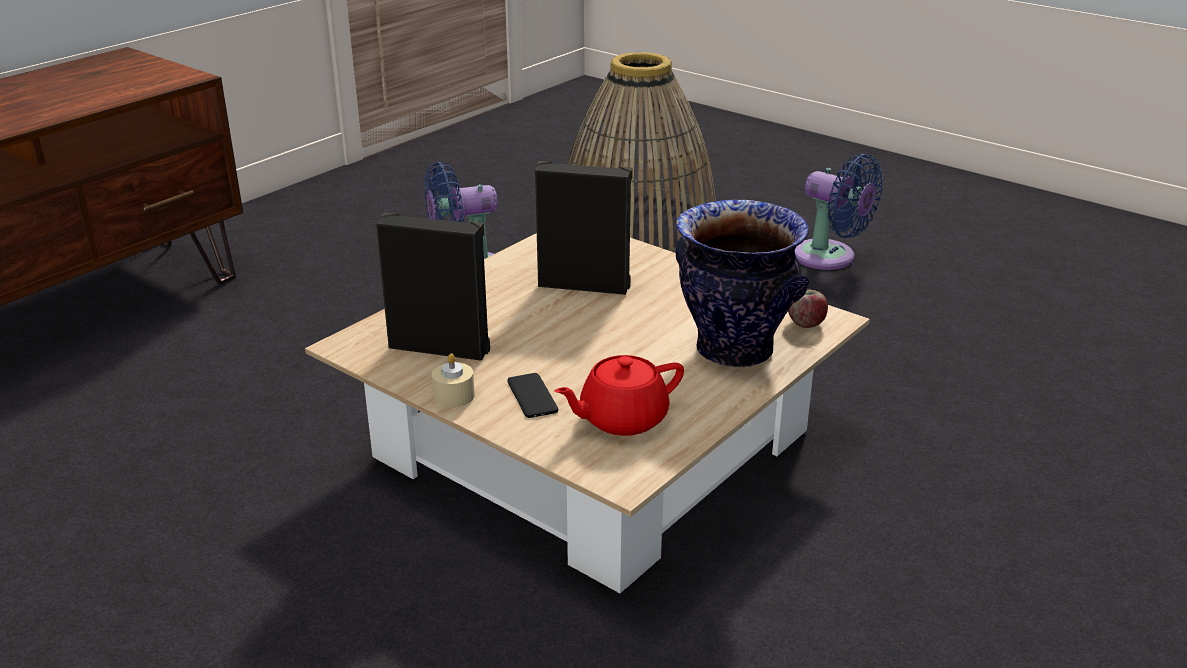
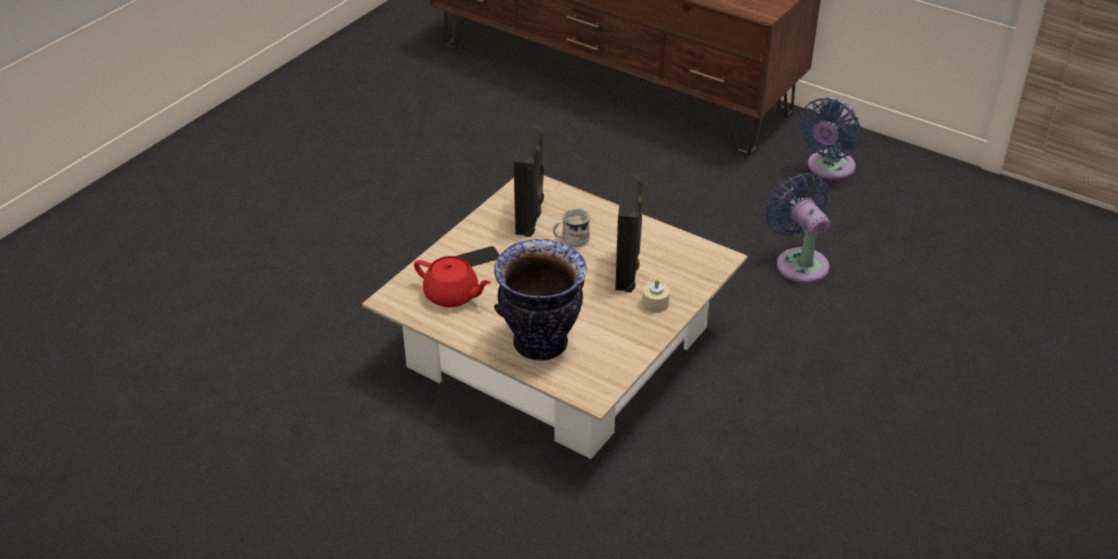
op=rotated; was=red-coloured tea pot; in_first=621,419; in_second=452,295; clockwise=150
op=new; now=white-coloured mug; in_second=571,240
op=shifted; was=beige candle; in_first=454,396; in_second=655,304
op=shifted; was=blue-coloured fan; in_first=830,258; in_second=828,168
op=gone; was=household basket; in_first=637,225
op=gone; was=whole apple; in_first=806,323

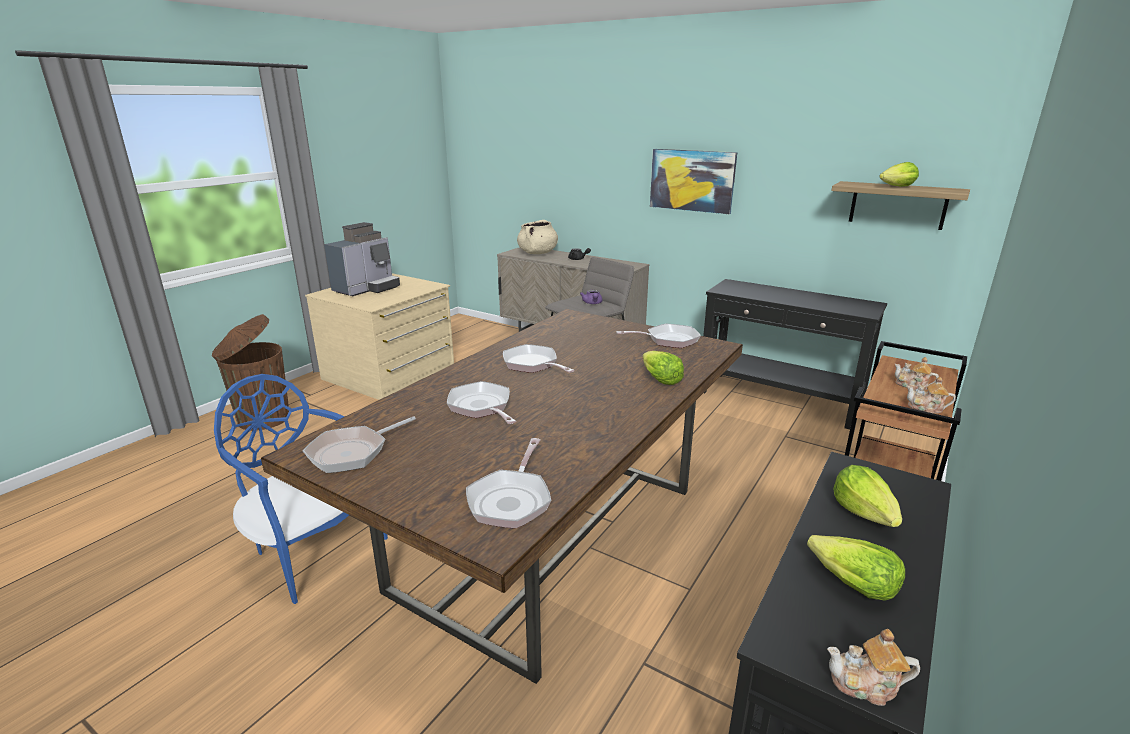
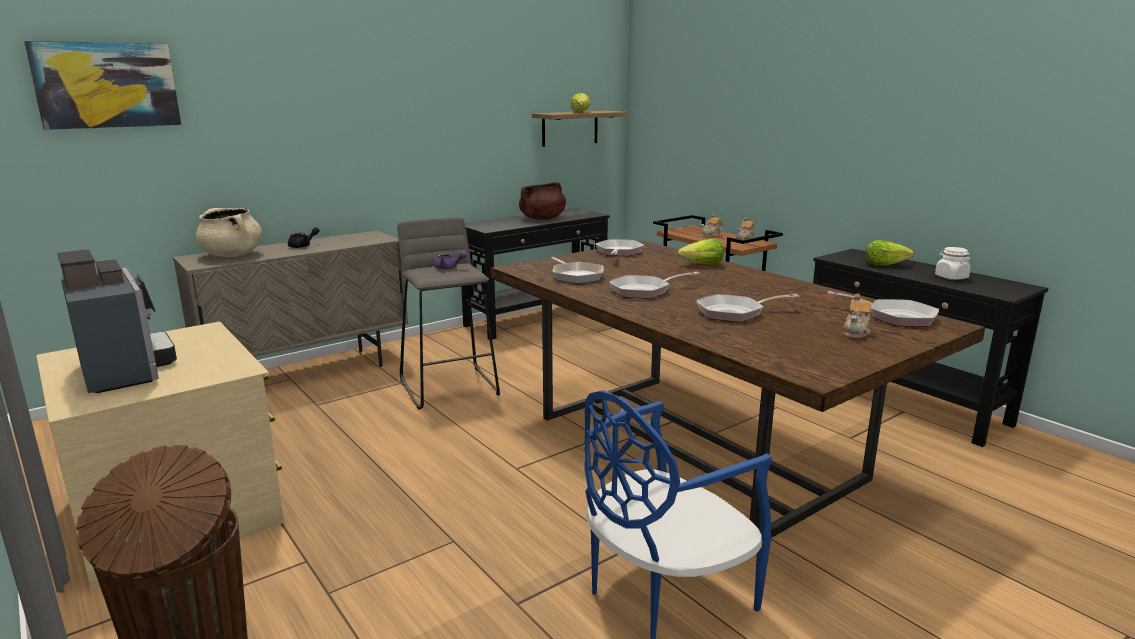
op=shifted; was=wall art; in_first=692,180; in_second=107,85
op=new; now=brown-coloured stockpot; in_second=542,219
op=shifted; was=frying pan; in_first=353,452; in_second=576,276
op=shifted; was=tea pot; in_first=866,685; in_second=856,332
op=swapped; was=lettuce; now=white-coloured storage jar; in_first=852,584; in_second=951,277

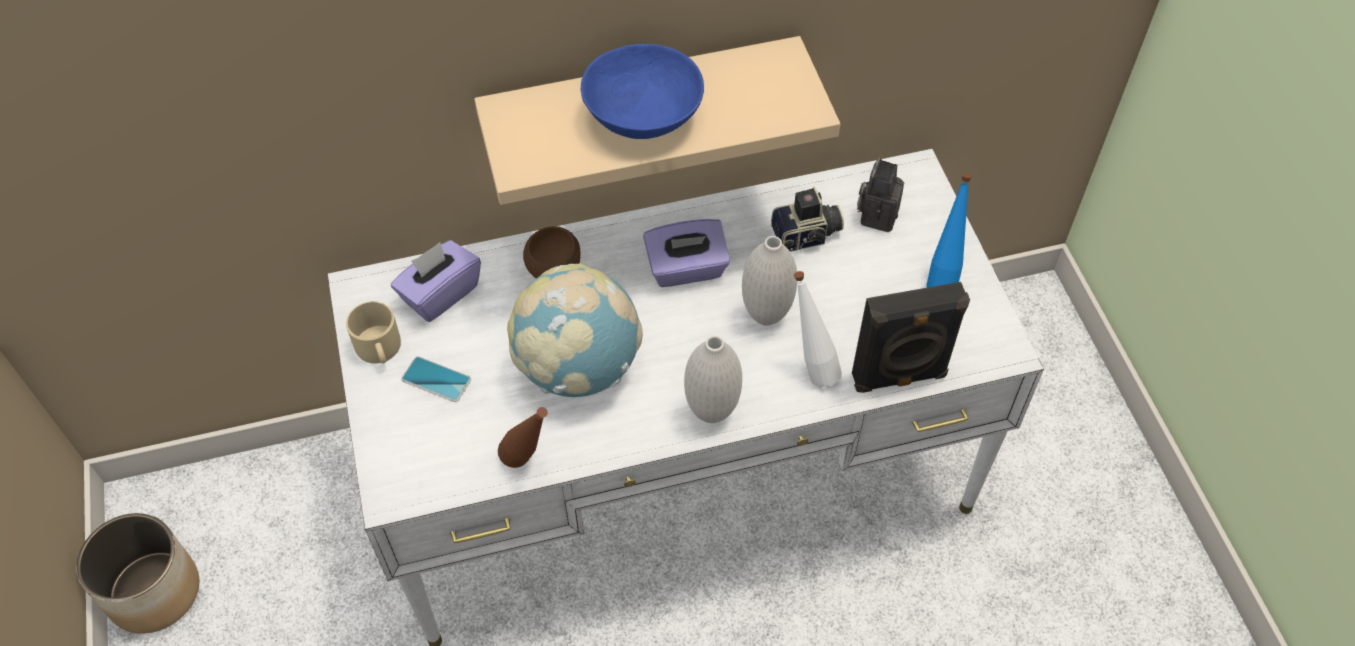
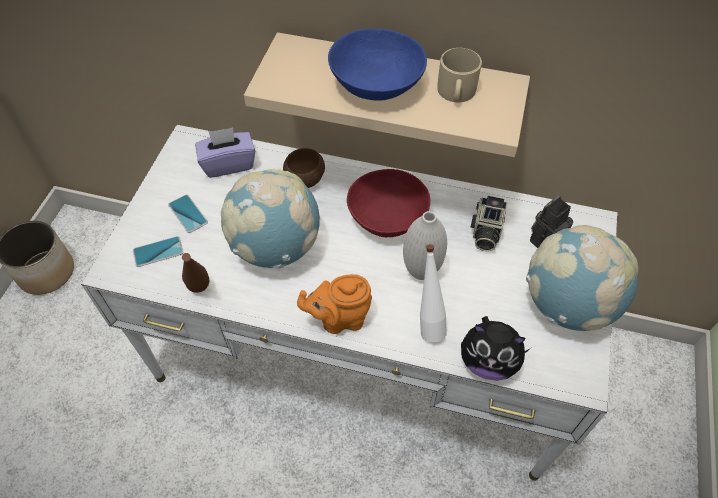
op=new; now=telephone; in_second=158,252
op=swapped; was=white-coloured flower vase; now=orange-coloured tea pot; in_first=711,411; in_second=339,319
op=swapped; was=purplish box of tissues; now=red-coloured bowl; in_first=686,269; in_second=388,217
op=shifted; was=beige mug; in_first=379,349; in_second=456,92
op=swapped; was=black-coloured audio speaker; now=soft toy; in_first=899,377; in_second=488,362
op=rotated; was=photo camera; in_first=806,236; in_second=485,232; clockwise=90
op=swapped; was=blue-coloured drink bottle; now=globe; in_first=942,276; in_second=567,304

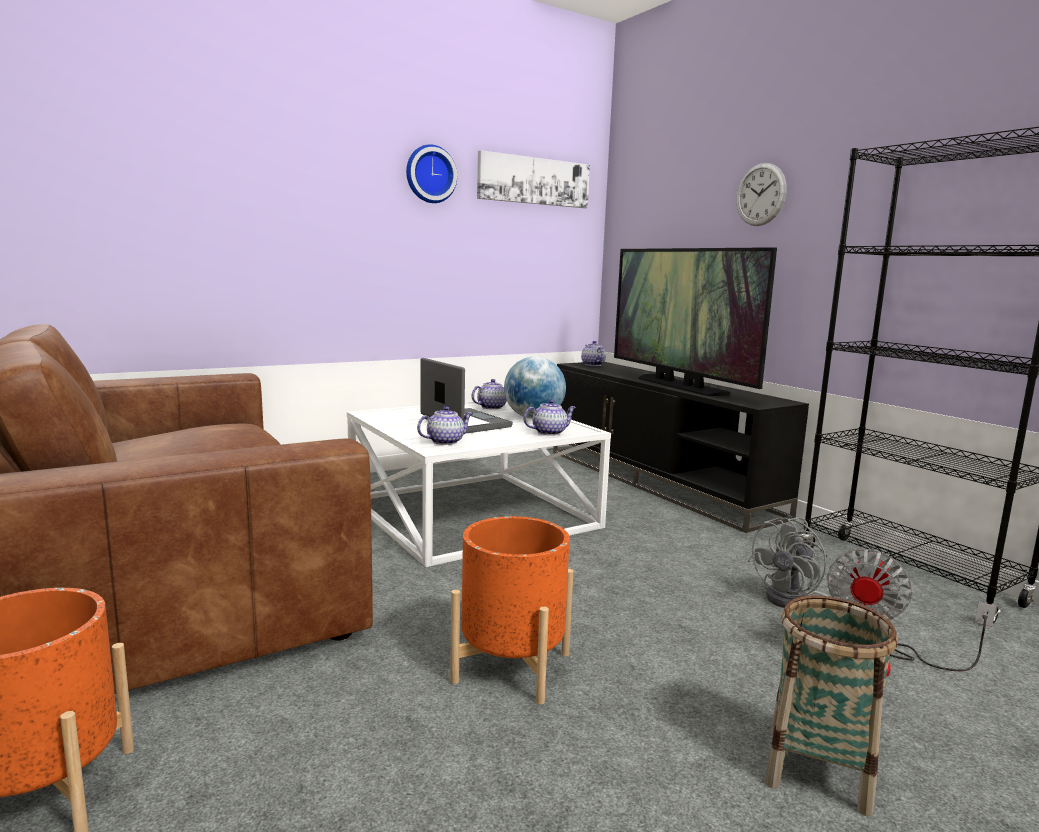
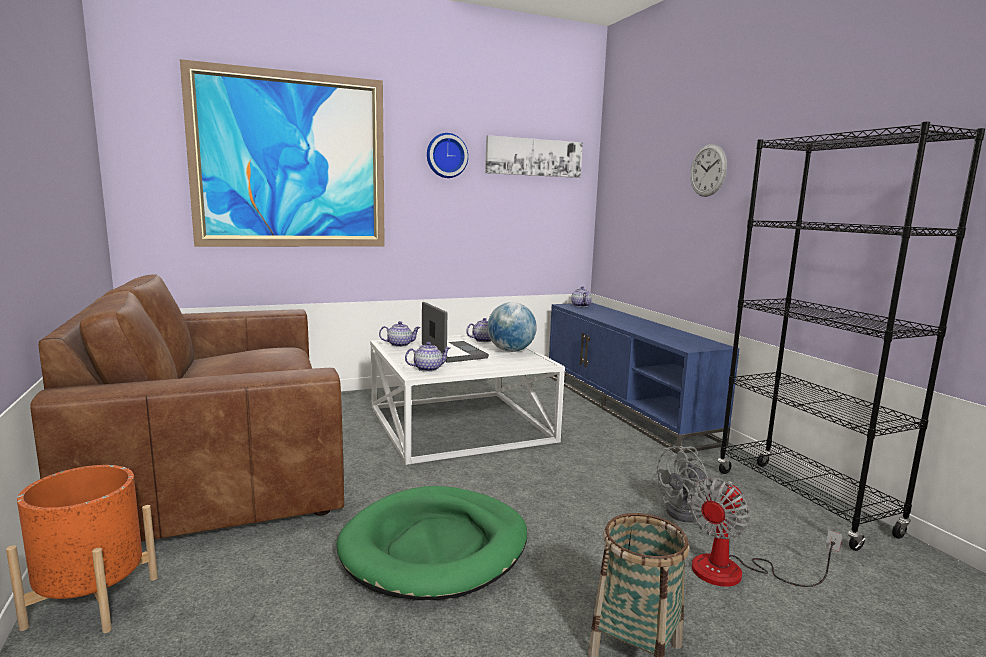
op=new; now=wall art; in_second=291,161
op=swapped; was=orange-coloured flower pot; now=green-coloured dog cushion; in_first=512,667; in_second=435,547
op=shifted; was=tea pot; in_first=549,432; in_second=400,344
op=repainted; was=black-coloured tv stand; now=blue-coloured tv stand; in_first=659,482; in_second=625,406
op=gone; was=television; in_first=679,386

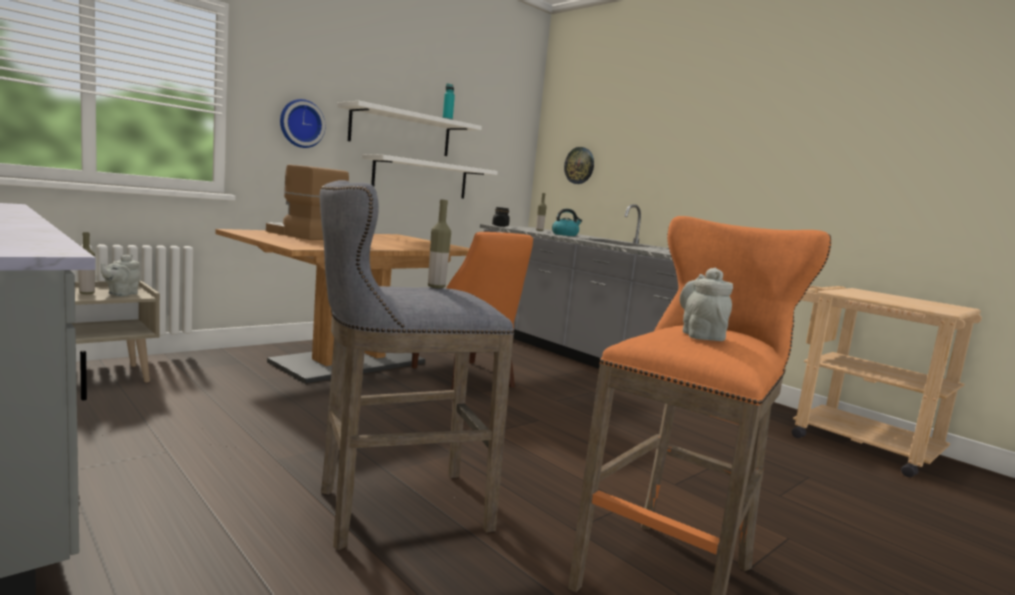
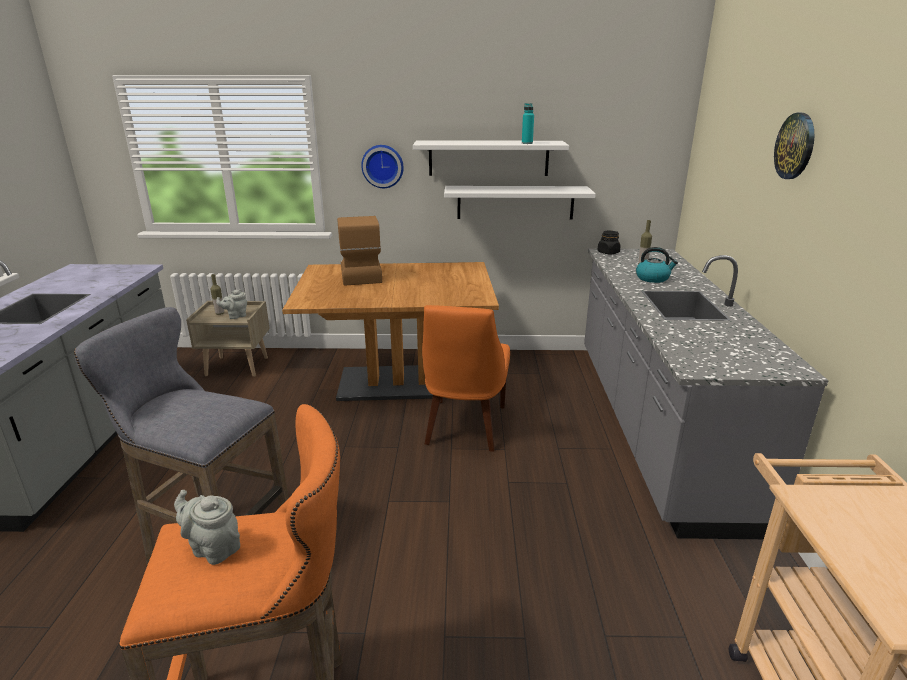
op=rotated; was=greyish tea pot; in_first=701,335; in_second=213,548; clockwise=-105
op=shifted; was=clock on the wall; in_first=579,165; in_second=795,146
op=gone; was=drink bottle; in_first=436,287

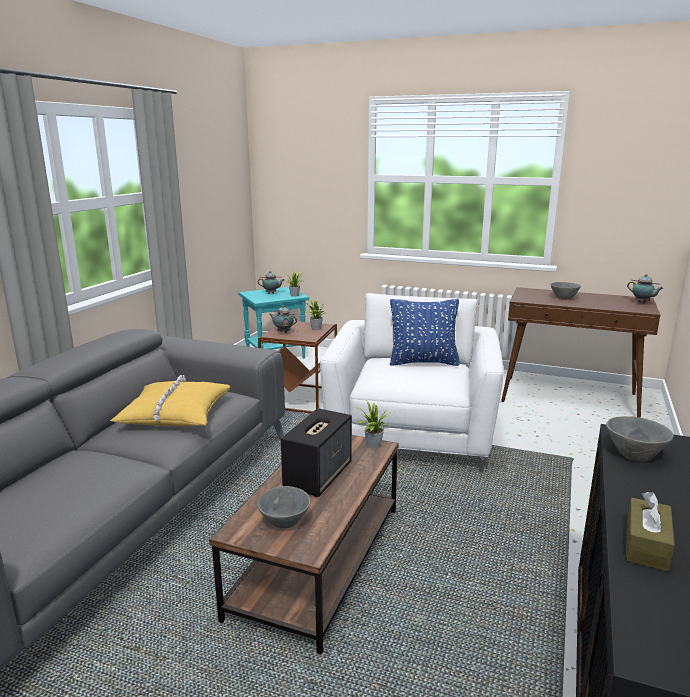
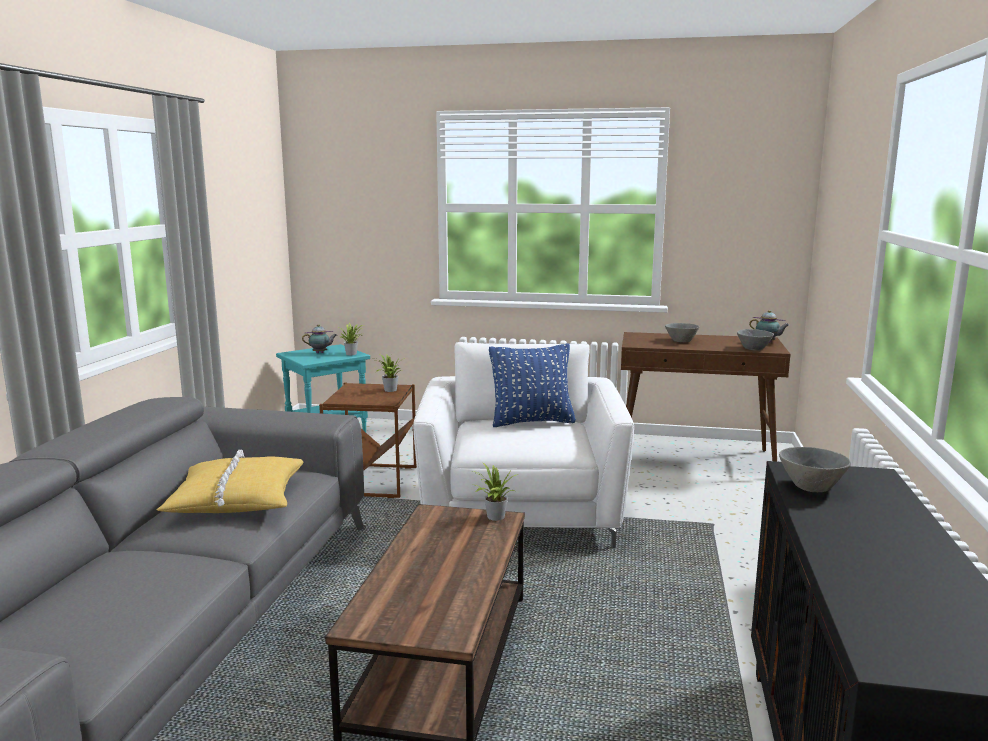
op=shifted; was=greyish bowl; in_first=283,522; in_second=753,349
op=gone; was=tea pot; in_first=283,332
op=gone; was=audio speaker; in_first=318,475
op=gone; was=brown-coloured box of tissues; in_first=646,545

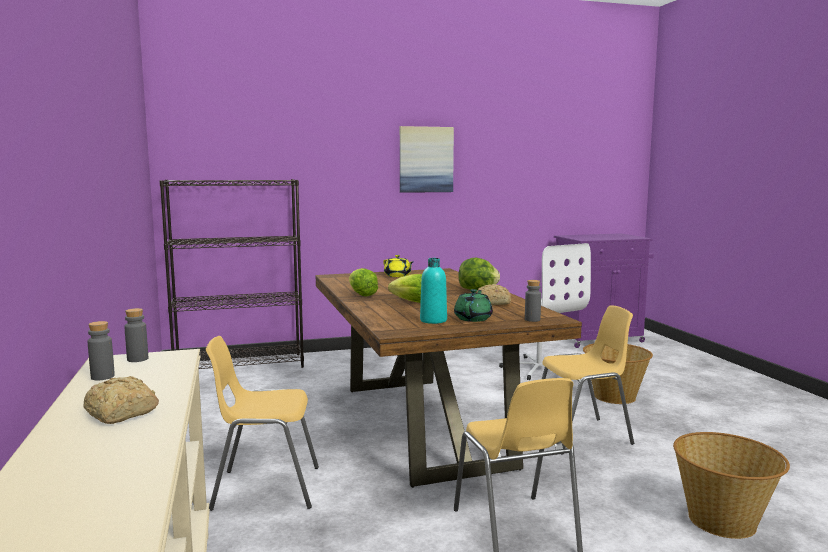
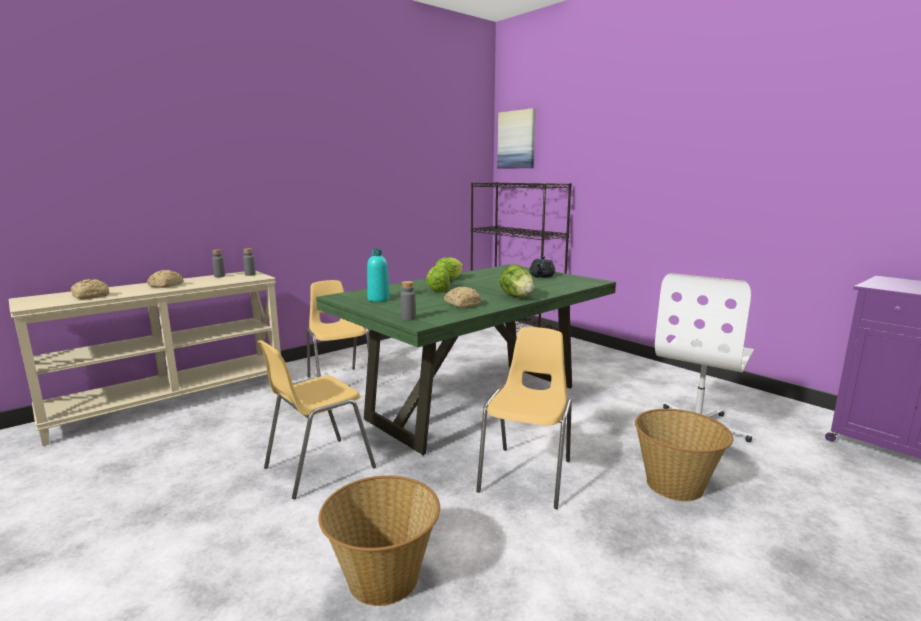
op=new; now=bakery bread; in_second=92,296
op=repainted; was=brown-coloured kitchen table; now=green-coloured kitchen table; in_first=424,425; in_second=474,404
op=rotated; was=yellow-coloured chair; in_first=582,435; in_second=527,475; clockwise=-120
op=shifted; was=wall art; in_first=426,159; in_second=516,140
op=repainted; was=yellow-coloured tea pot; now=black-coloured tea pot; in_first=398,276; in_second=541,276
op=gone; was=green-coloured tea pot; in_first=473,318

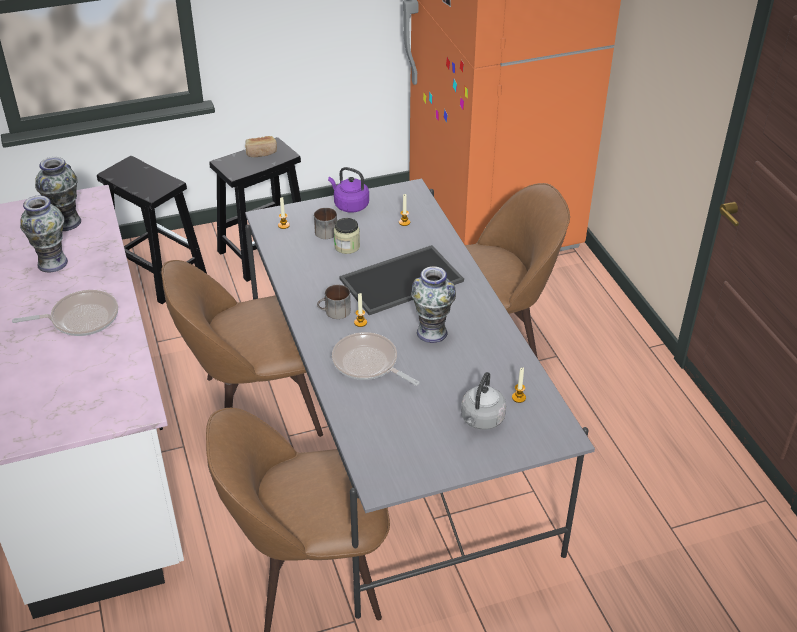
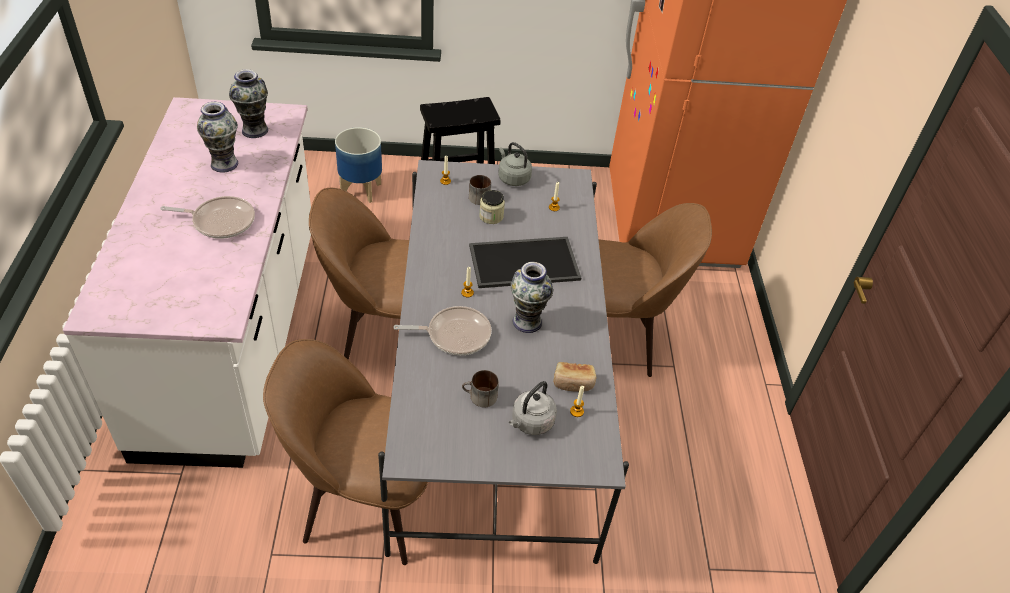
op=swapped; was=black-coloured stool; now=flower pot; in_first=157,273; in_second=360,190
op=rotated; was=frying pan; in_first=368,363; in_second=454,334; clockwise=120
op=shifted; was=mug; in_first=334,312; in_second=479,397
op=repainted; was=purplish tea kettle; now=greyish tea kettle; in_first=349,205; in_second=512,178
op=shifted; was=bakery bread; in_first=261,152; in_second=573,383

